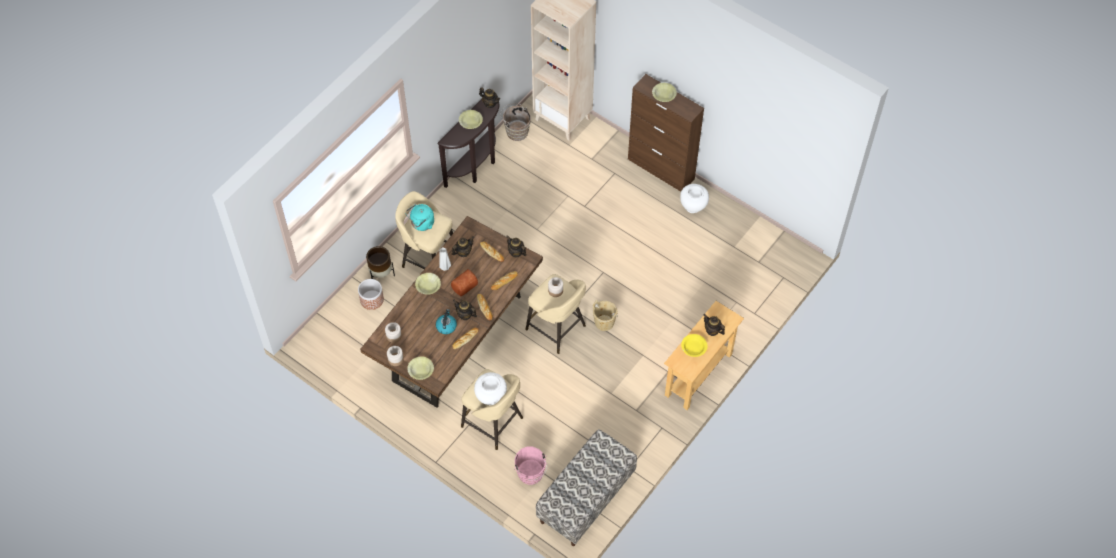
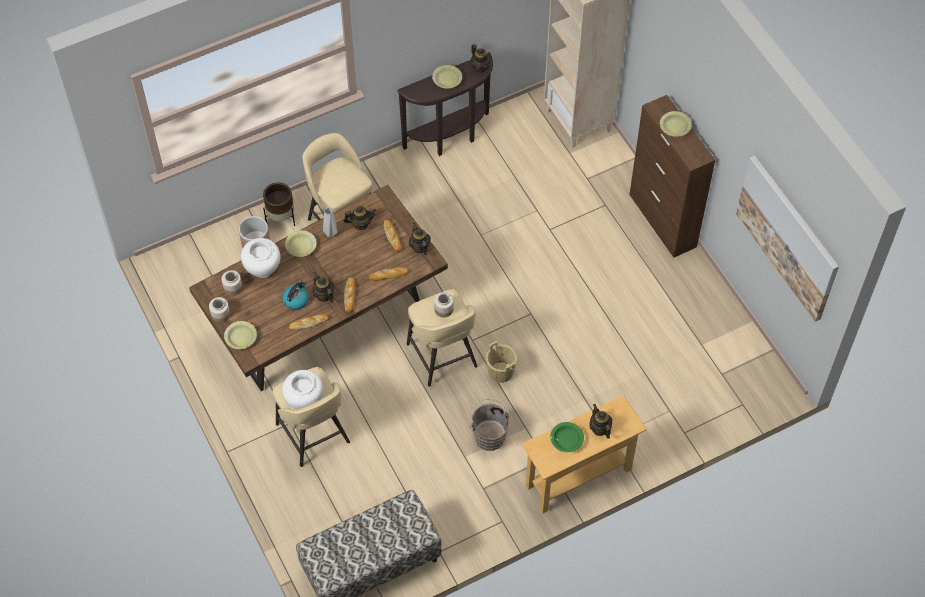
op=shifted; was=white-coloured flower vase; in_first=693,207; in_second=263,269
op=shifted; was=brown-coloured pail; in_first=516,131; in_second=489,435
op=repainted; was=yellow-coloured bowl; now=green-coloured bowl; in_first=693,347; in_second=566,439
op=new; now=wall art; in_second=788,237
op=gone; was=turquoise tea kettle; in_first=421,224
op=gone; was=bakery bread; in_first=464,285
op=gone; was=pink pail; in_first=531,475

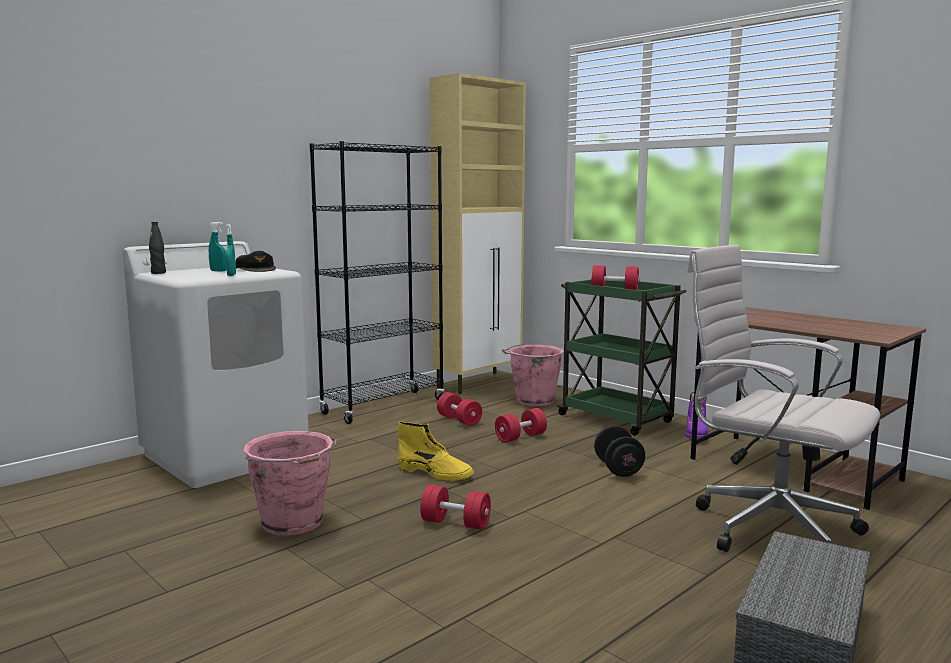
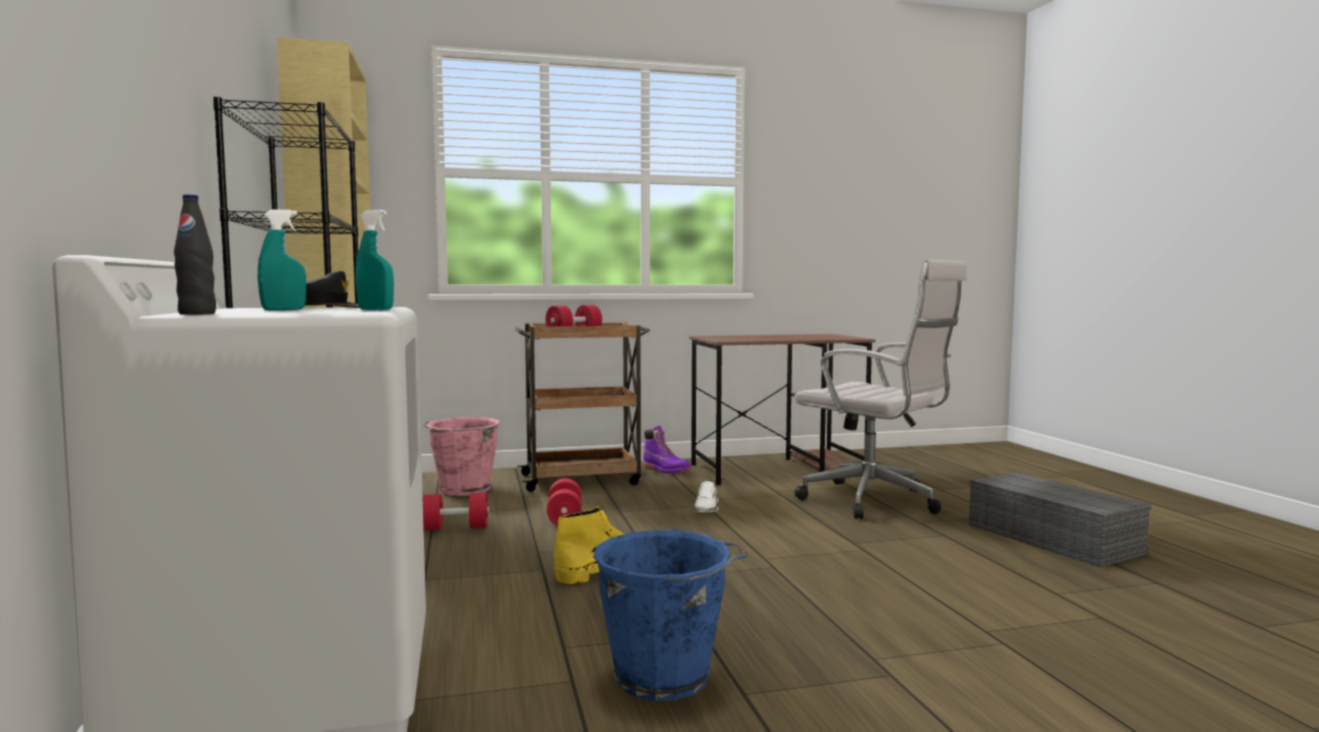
op=repainted; was=green-coloured cart; now=brown-coloured cart; in_first=617,419; in_second=582,479
op=repainted; was=pink pail; now=blue-coloured pail; in_first=293,523; in_second=666,677
op=swapped; was=black-coloured dumbbell; now=white-coloured low shoe; in_first=618,469; in_second=708,508
op=rotated; was=white-coloured desk chair; in_first=767,528; in_second=876,502; clockwise=-120
op=gone; was=red-coloured dumbbell; in_first=456,523

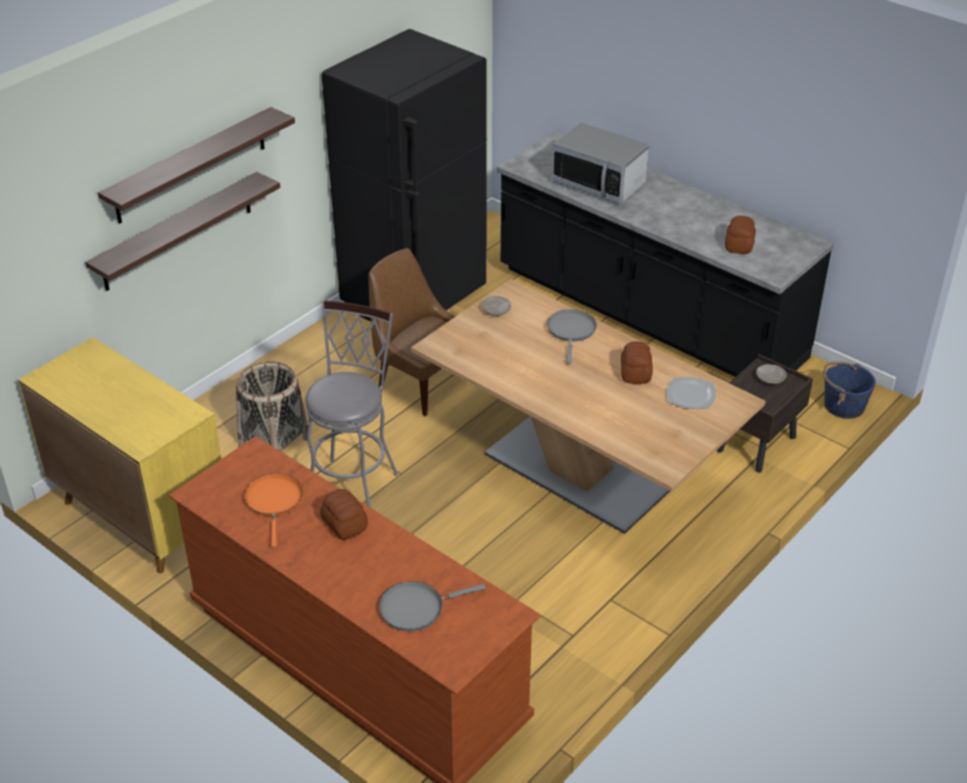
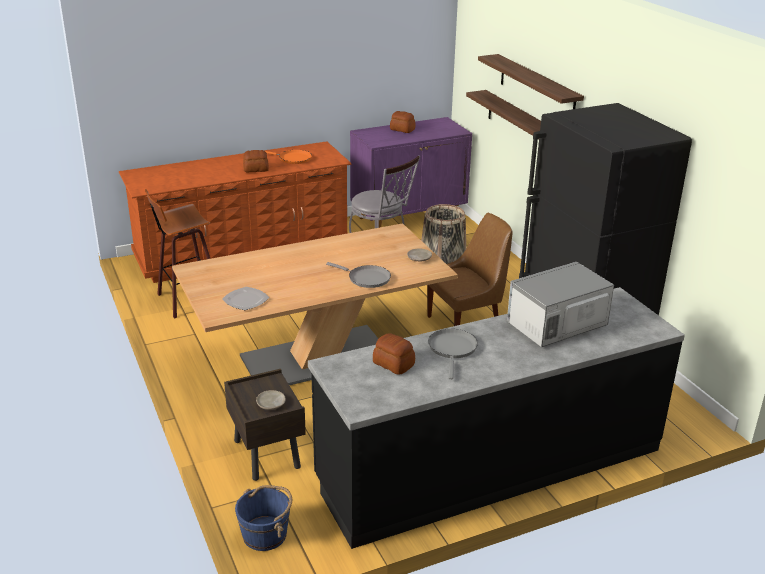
op=new; now=stool; in_second=188,300
op=repainted; was=yellow-coloured cupboard; now=purplish cupboard; in_first=140,516; in_second=409,219
op=shifted; was=bakery bread; in_first=636,372; in_second=402,130
op=shifted; was=greyish frying pan; in_first=416,608; in_second=452,349

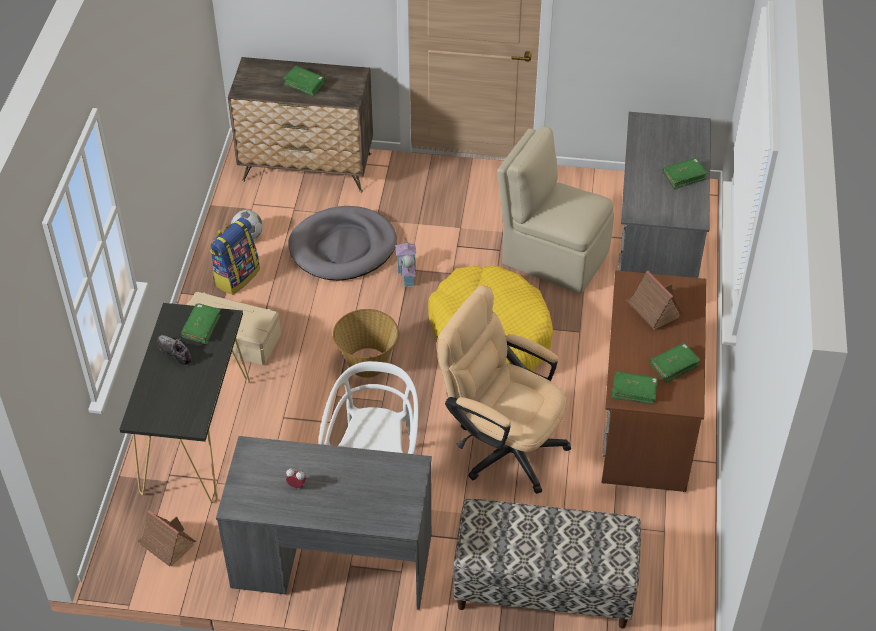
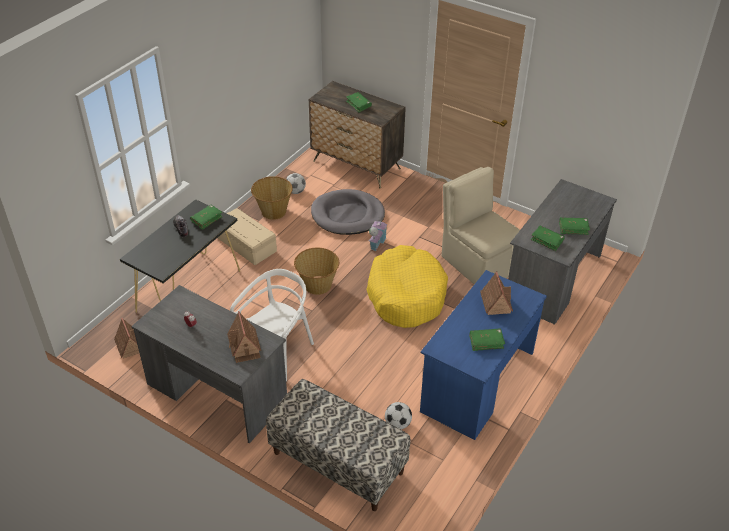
op=new; now=model house; in_second=244,346
op=swapped; was=backpack; now=household basket; in_first=236,276; in_second=273,211
op=new; now=football ball; in_second=397,424
op=repainted; was=brown-coloured desk table; now=blue-coloured desk table; in_first=646,417; in_second=477,382
op=shifted; was=green-coloured volume; in_first=634,391; in_second=547,241
op=gone; was=beige desk chair; in_first=502,445

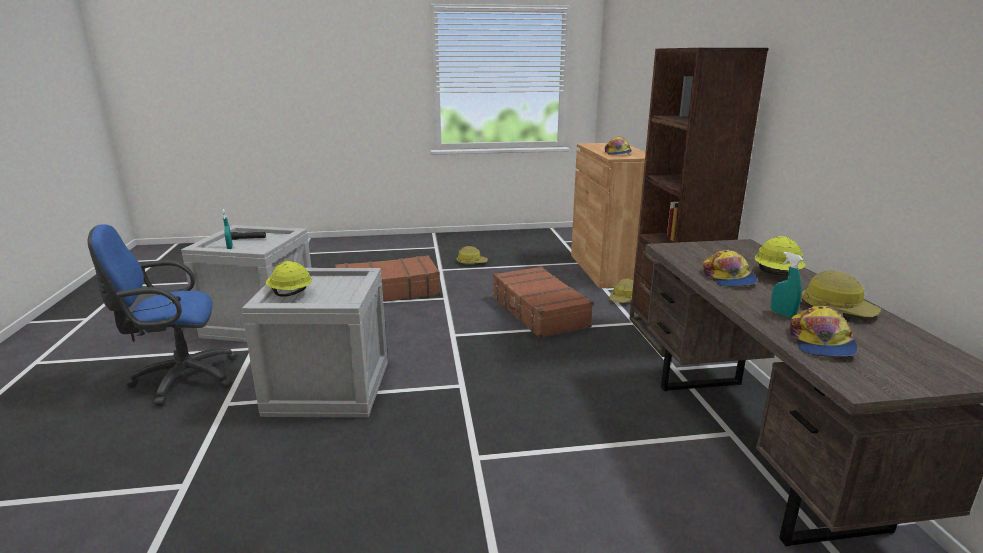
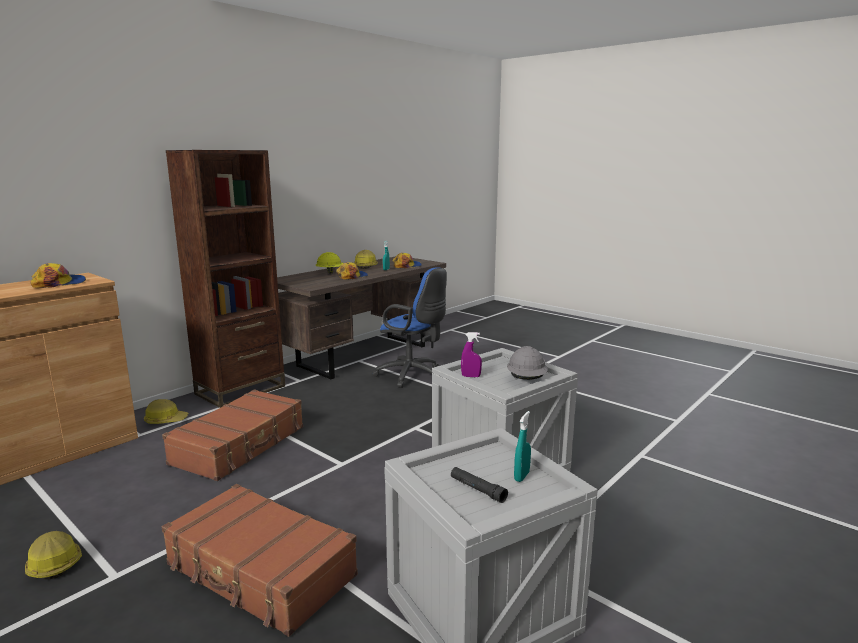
op=shifted; was=blue-coloured desk chair; in_first=180,379; in_second=413,376
op=new; now=purplish spray bottle; in_second=471,376
op=repainted; was=yellow-coloured hard hat; now=greyish hard hat; in_first=290,293; in_second=526,379

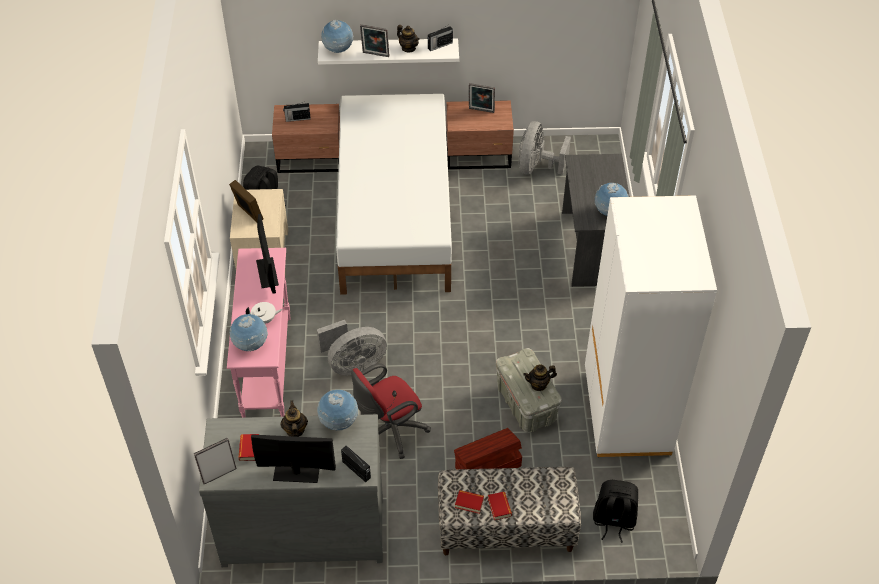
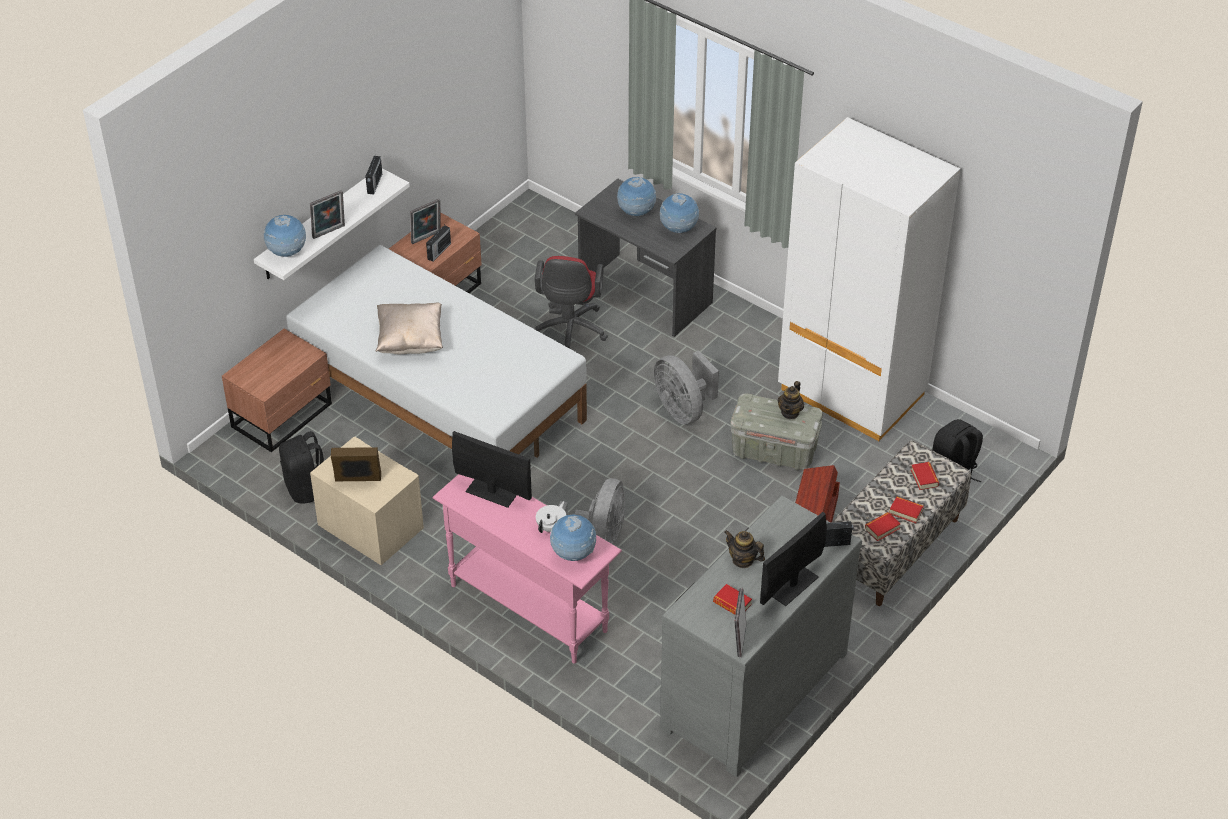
op=new; now=beige throw pillow; in_second=410,341
op=shifted; was=radio set; in_first=297,118; in_second=438,251
op=shifted; was=red-coloured desk chair; in_first=389,432; in_second=570,332
op=shifted; was=globe; in_first=339,422; in_second=636,213
op=shifted; was=greyish fan; in_first=536,167; in_second=683,410
op=new; now=volume; in_second=924,478
op=gone; was=tea pot; in_first=408,48

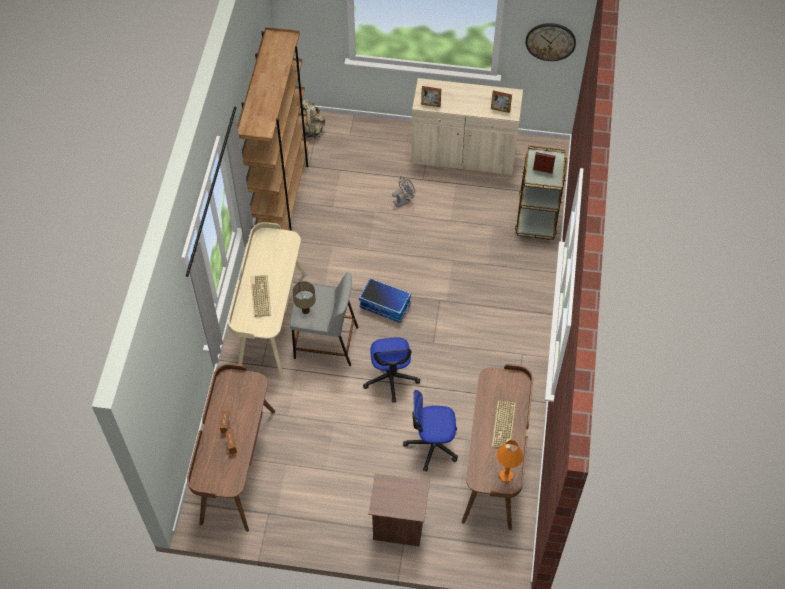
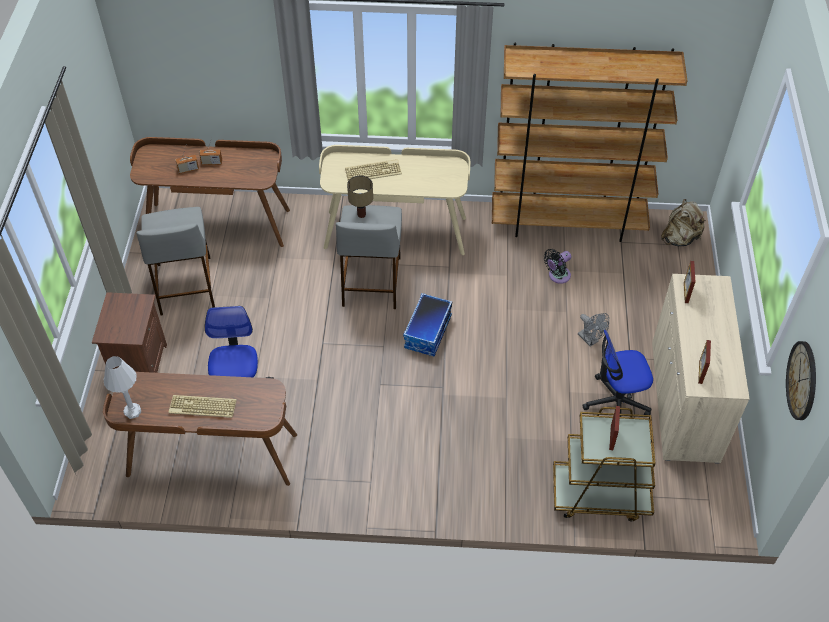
op=repainted; was=orange-coloured tabletop lamp; now=white-coloured tabletop lamp; in_first=506,476; in_second=132,411
op=new; now=greyish stool; in_second=185,284
op=new; now=black-coloured fan; in_second=557,276
op=shifted; was=desk chair; in_first=391,378; in_second=615,402

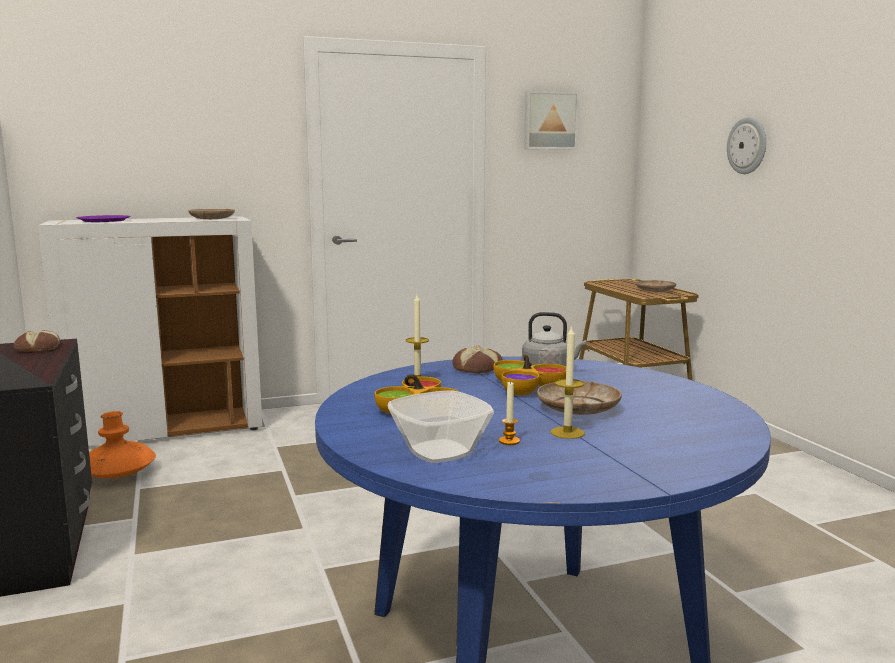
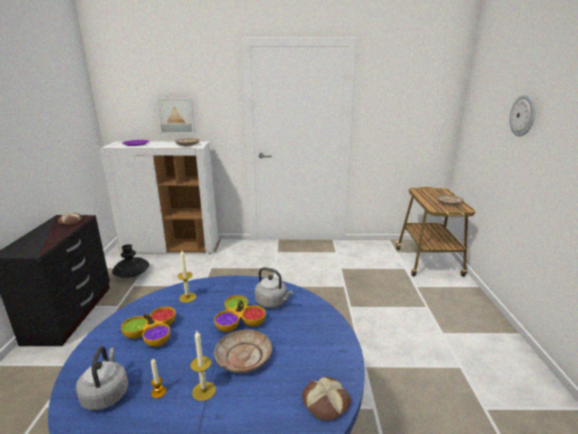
op=swapped; was=bowl; now=greyish tea kettle; in_first=438,452; in_second=106,394
op=repainted; was=orange-coloured flower vase; now=black-coloured flower vase; in_first=119,474; in_second=132,273
op=shifted; was=wall art; in_first=549,121; in_second=176,115
op=shifted; was=bakery bread; in_first=478,368; in_second=326,403

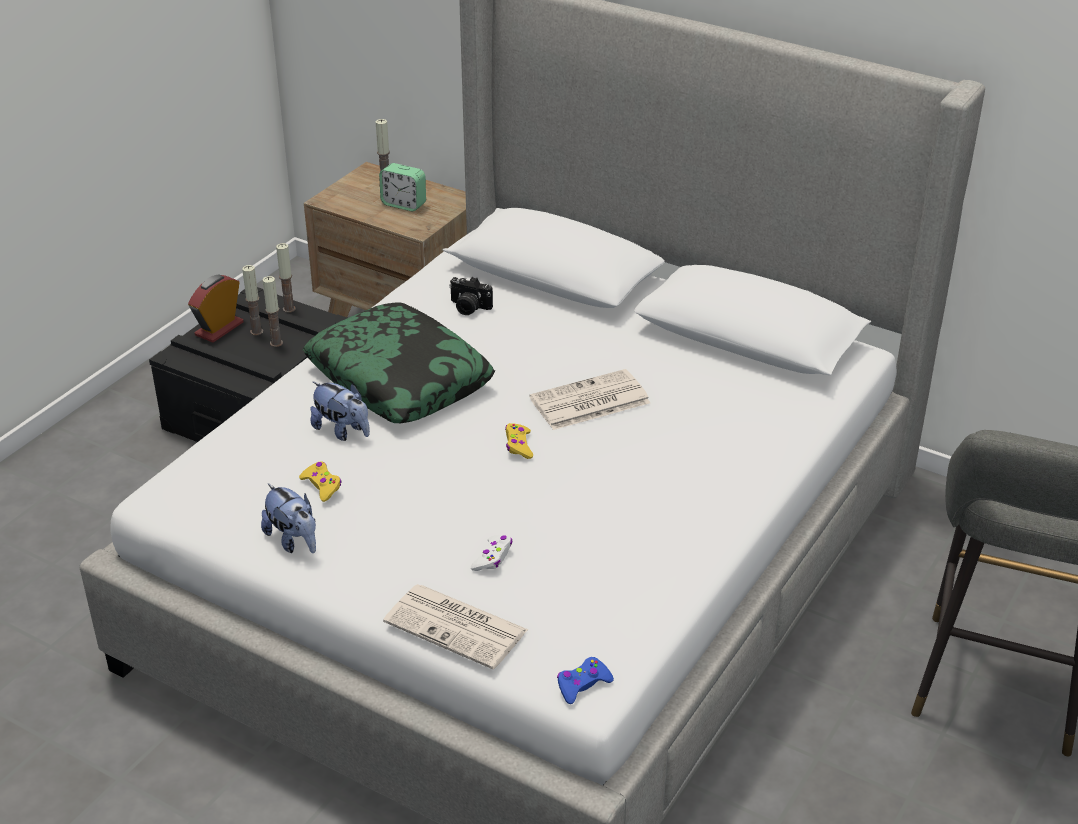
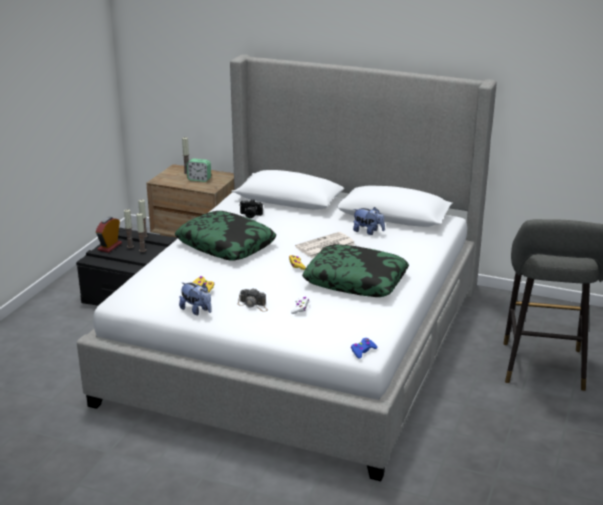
op=new; now=photo camera; in_second=253,305
op=new; now=throw pillow; in_second=356,280
op=shifted; was=soft toy; in_first=342,431; in_second=368,231
op=gone; was=printed paper; in_first=458,627

